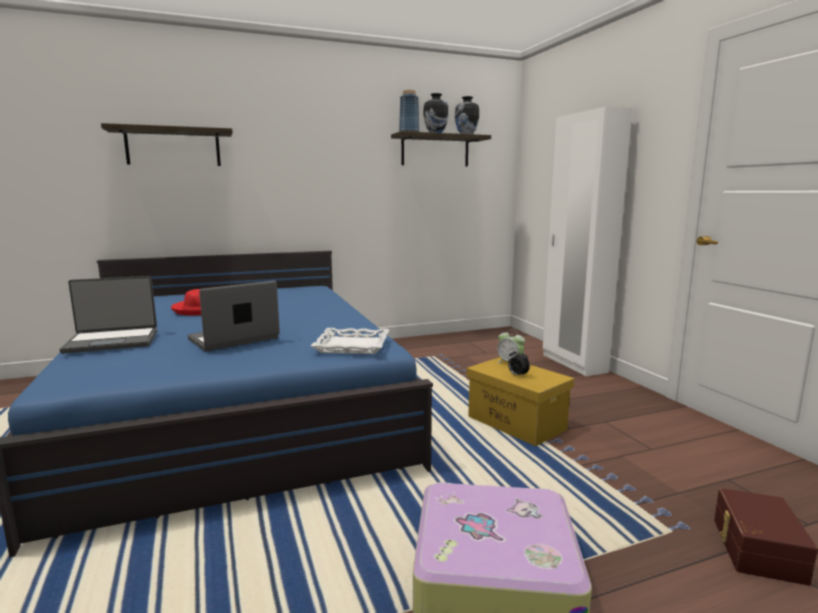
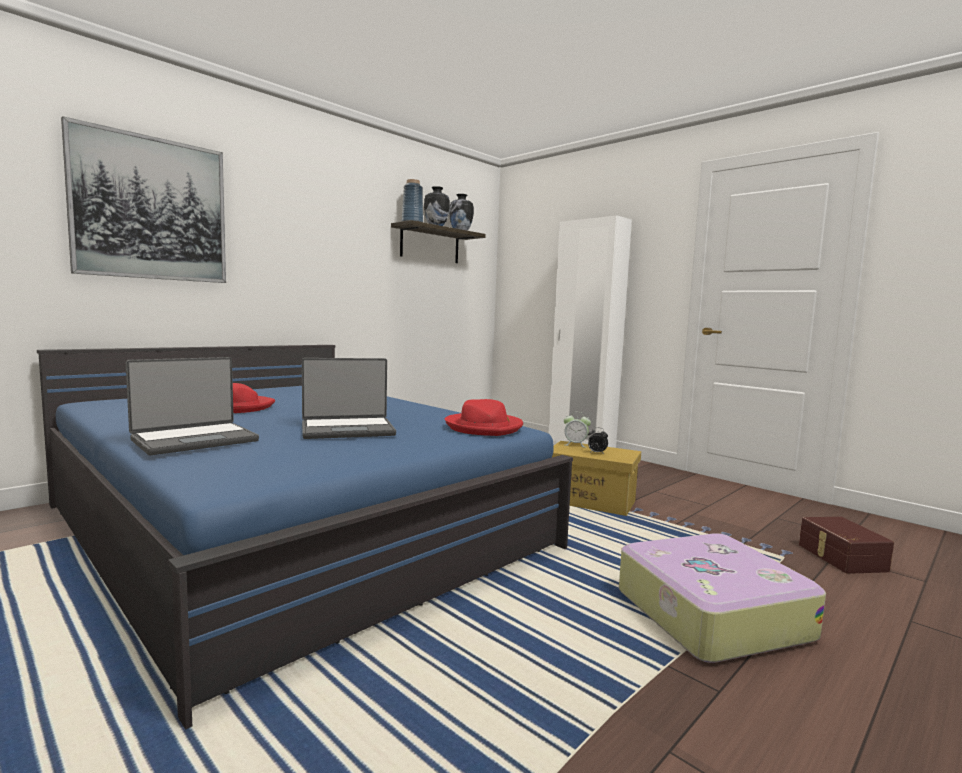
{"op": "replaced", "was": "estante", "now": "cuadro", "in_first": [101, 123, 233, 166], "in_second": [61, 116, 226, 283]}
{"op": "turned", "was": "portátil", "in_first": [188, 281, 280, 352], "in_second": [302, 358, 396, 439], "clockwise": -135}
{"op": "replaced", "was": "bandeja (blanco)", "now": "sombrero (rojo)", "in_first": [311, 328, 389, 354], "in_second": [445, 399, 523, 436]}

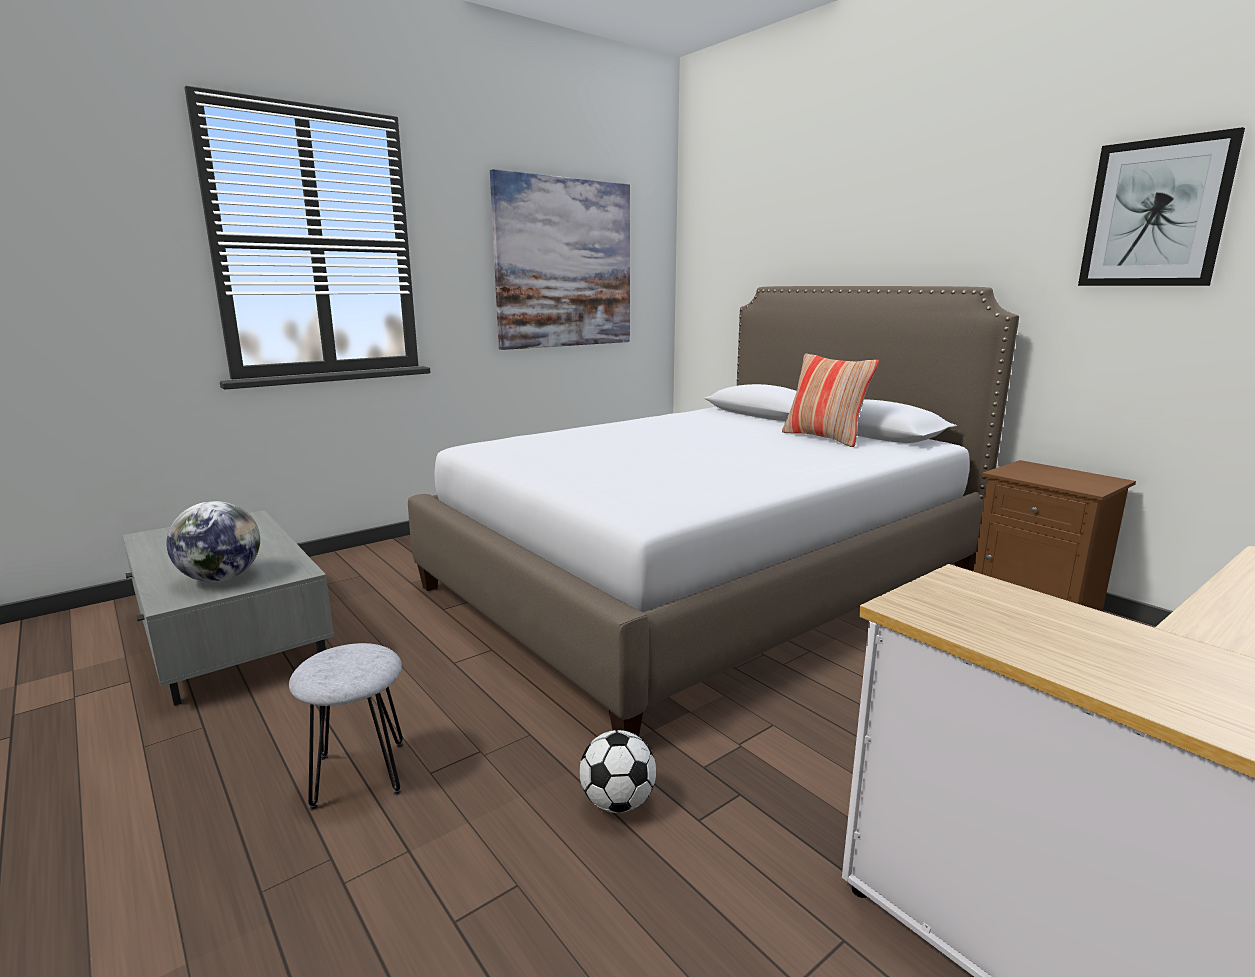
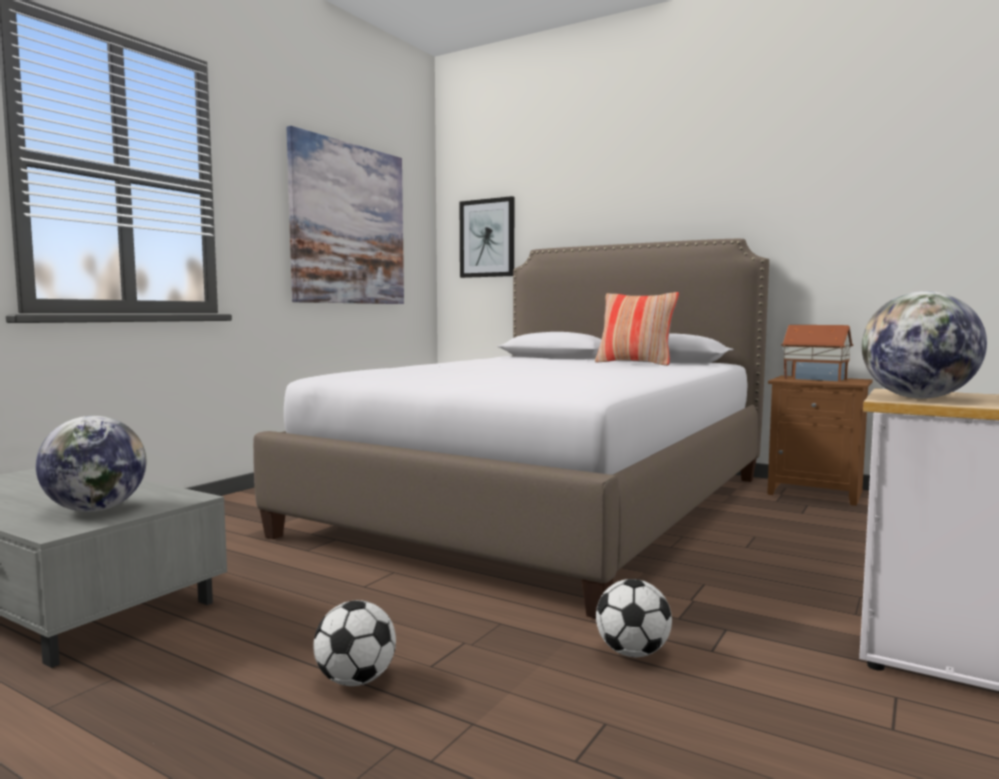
{"op": "replaced", "was": "taburete (gris)", "now": "balón de fútbol", "in_first": [289, 643, 403, 810], "in_second": [313, 600, 396, 686]}
{"op": "moved", "was": "cuadro", "in_first": [1078, 127, 1245, 286], "in_second": [460, 196, 514, 278]}
{"op": "added", "now": "casita", "in_second": [781, 325, 853, 382]}
{"op": "added", "now": "globo terráqueo", "in_second": [862, 291, 987, 399]}

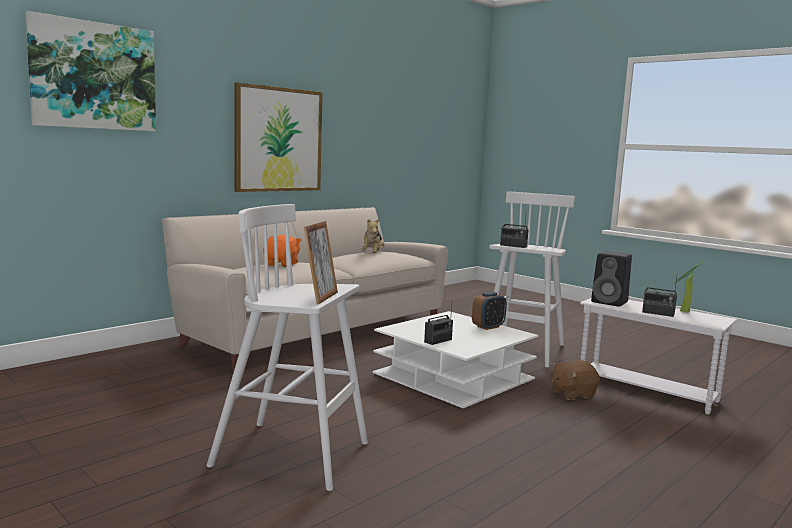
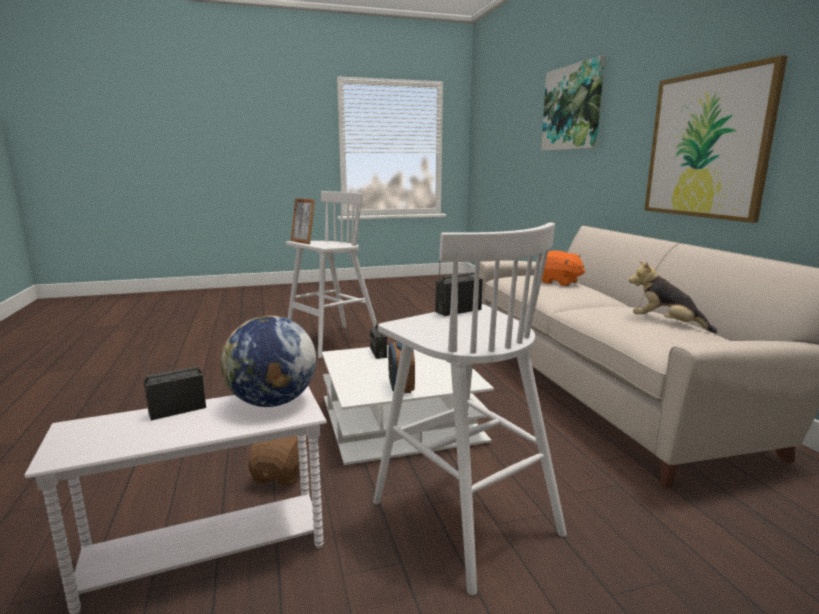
{"op": "replaced", "was": "altavoz (negro)", "now": "globo terráqueo", "in_first": [591, 251, 632, 307], "in_second": [221, 315, 316, 407]}
{"op": "removed", "was": "planta en maceta", "in_first": [674, 262, 703, 312]}

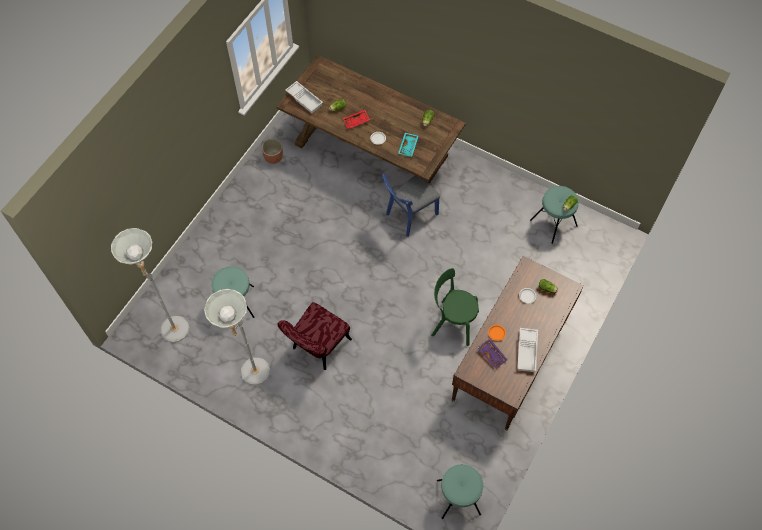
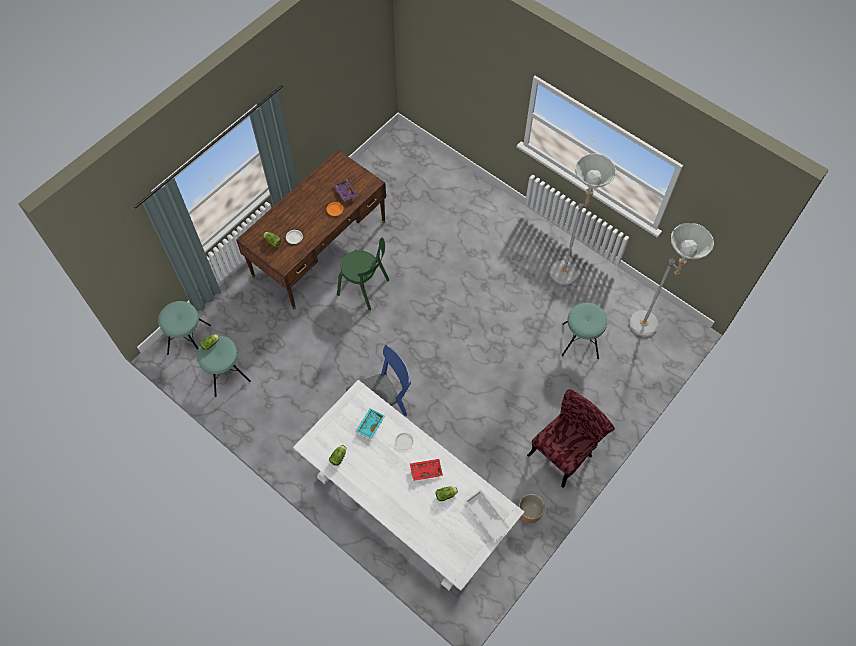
{"op": "moved", "was": "taburete (turquesa)", "in_first": [437, 464, 483, 519], "in_second": [158, 301, 211, 355]}
{"op": "recoloured", "was": "mesa de comedor (marrón)", "now": "mesa de comedor (blanco)", "in_first": [276, 55, 466, 184], "in_second": [293, 380, 524, 591]}
{"op": "moved", "was": "silla (rojo)", "in_first": [277, 302, 352, 370], "in_second": [527, 389, 615, 488]}
{"op": "removed", "was": "bandeja (blanco)", "in_first": [517, 328, 538, 372]}

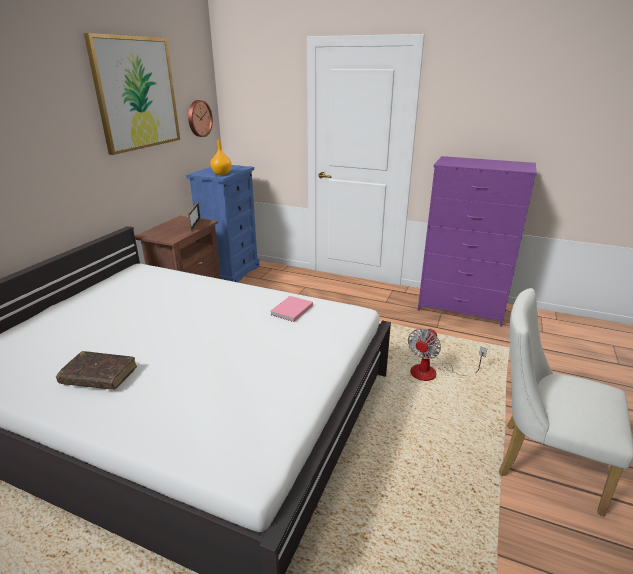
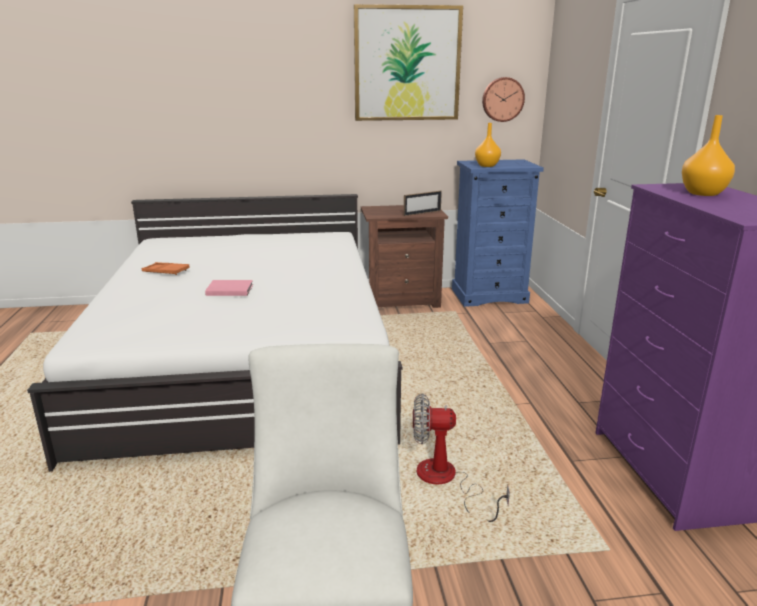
{"op": "replaced", "was": "libro (marrón)", "now": "bandeja (naranja)", "in_first": [56, 351, 137, 390], "in_second": [142, 262, 190, 275]}
{"op": "moved", "was": "libro (rosa)", "in_first": [270, 296, 313, 322], "in_second": [205, 280, 253, 296]}
{"op": "added", "now": "florero (naranja)", "in_second": [682, 115, 735, 196]}

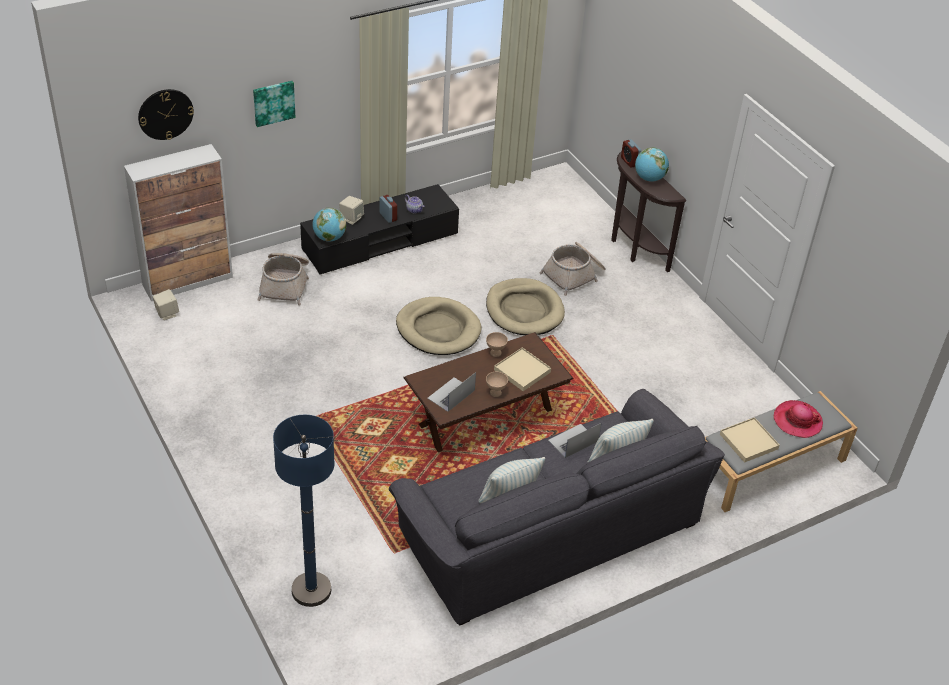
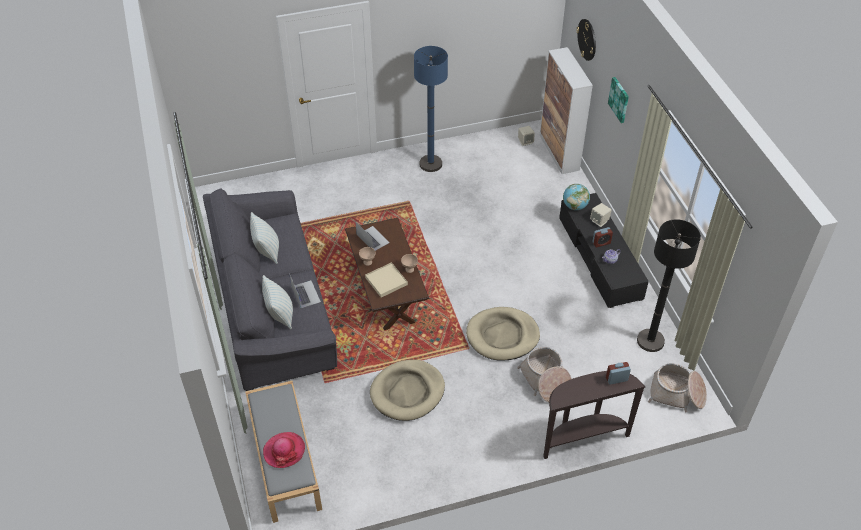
{"op": "moved", "was": "cama para perro (beis)", "in_first": [396, 297, 482, 355], "in_second": [370, 360, 445, 421]}
{"op": "moved", "was": "lámpara de pie (azul)", "in_first": [273, 415, 335, 607], "in_second": [414, 46, 448, 172]}
{"op": "added", "now": "lámpara de pie (negro)", "in_second": [637, 219, 701, 352]}
{"op": "moved", "was": "cesta", "in_first": [257, 253, 309, 305], "in_second": [648, 363, 707, 412]}
{"op": "removed", "was": "globo terráqueo", "in_first": [635, 148, 669, 182]}
{"op": "removed", "was": "bandeja (beis)", "in_first": [720, 417, 780, 463]}

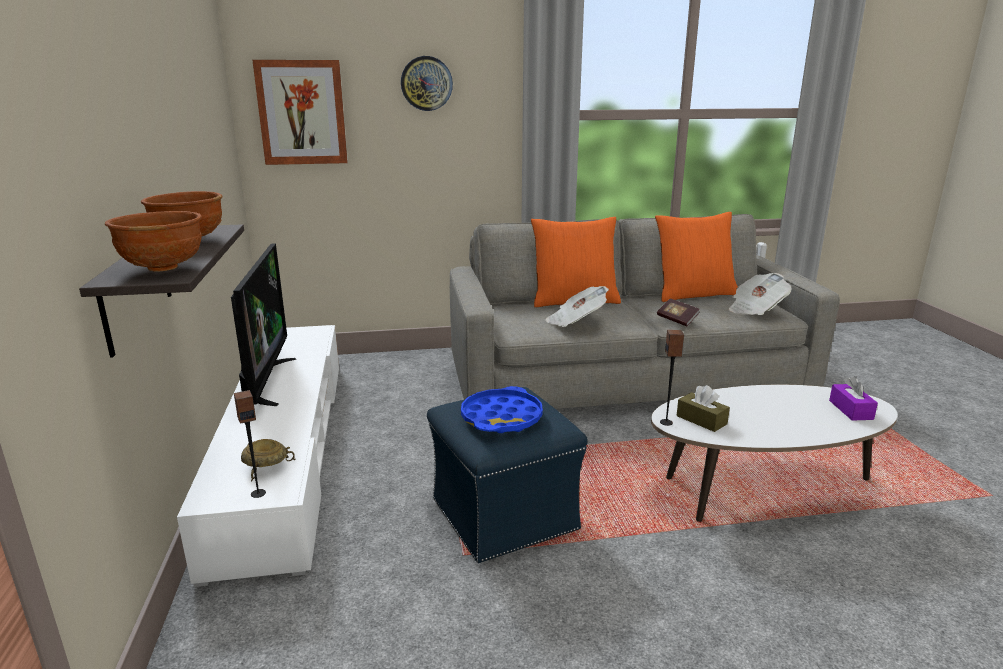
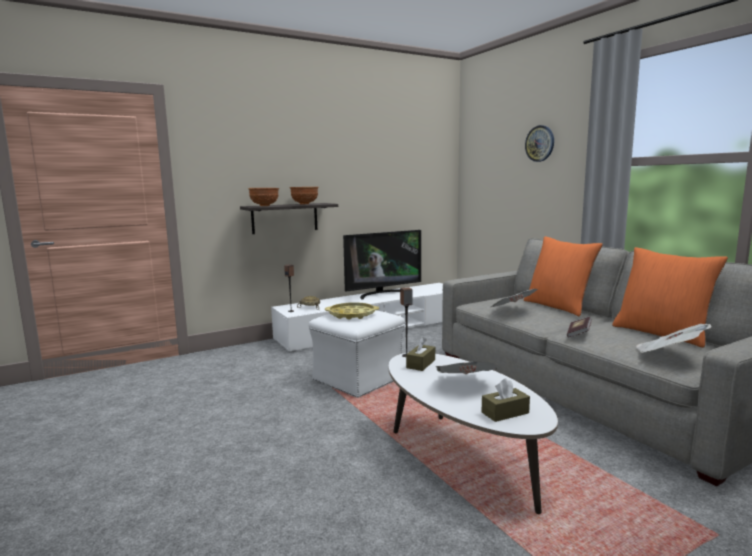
{"op": "recoloured", "was": "puf (azul)", "now": "puf (blanco)", "in_first": [427, 387, 588, 563], "in_second": [309, 310, 405, 398]}
{"op": "recoloured", "was": "bandeja (azul)", "now": "bandeja (amarillo)", "in_first": [461, 386, 543, 433], "in_second": [325, 302, 379, 320]}
{"op": "added", "now": "periódico", "in_second": [435, 362, 498, 374]}
{"op": "recoloured", "was": "caja de pañuelos (morado)", "now": "caja de pañuelos (marrón)", "in_first": [829, 376, 878, 421], "in_second": [482, 378, 530, 422]}
{"op": "removed", "was": "cuadro", "in_first": [252, 60, 348, 165]}

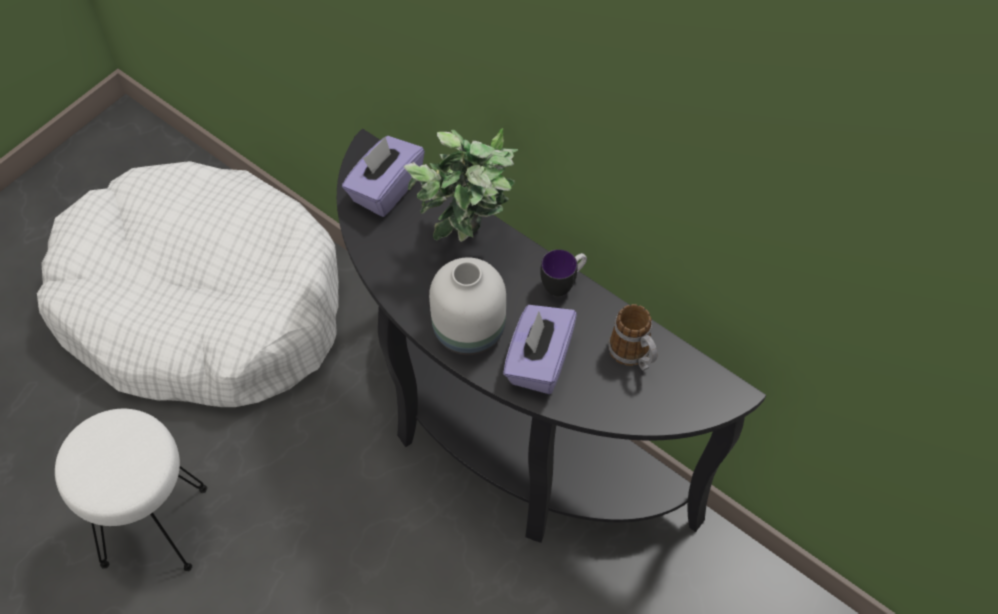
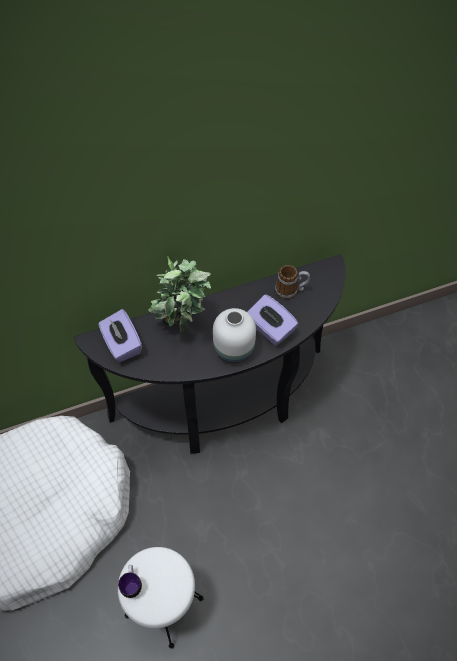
{"op": "moved", "was": "taza grande", "in_first": [540, 249, 587, 297], "in_second": [118, 565, 142, 598]}

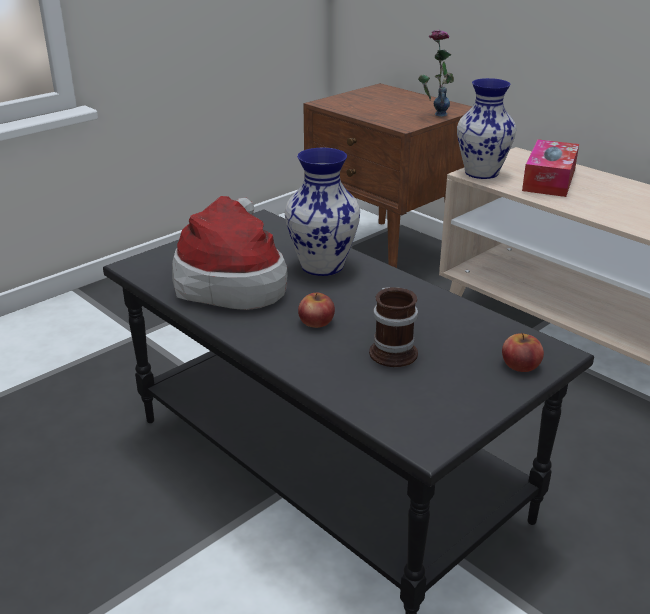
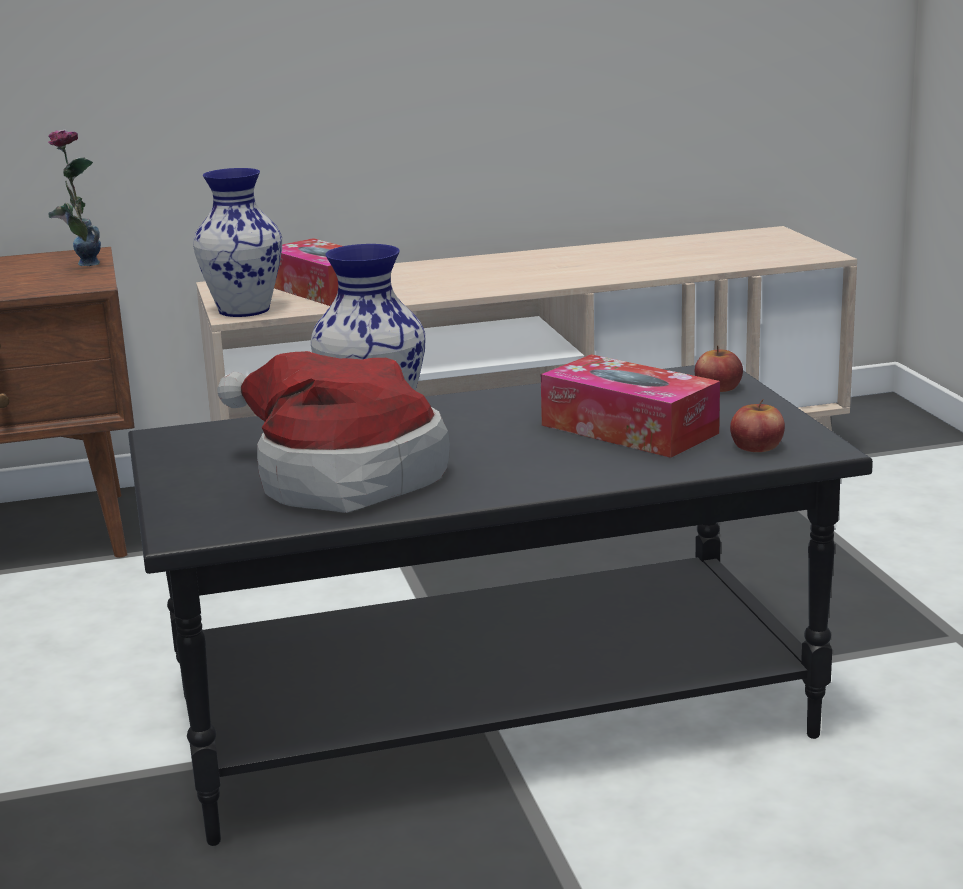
{"op": "replaced", "was": "taza grande", "now": "caja de pañuelos", "in_first": [369, 287, 418, 367], "in_second": [541, 354, 720, 458]}
{"op": "moved", "was": "manzana", "in_first": [298, 293, 335, 328], "in_second": [730, 399, 785, 452]}

